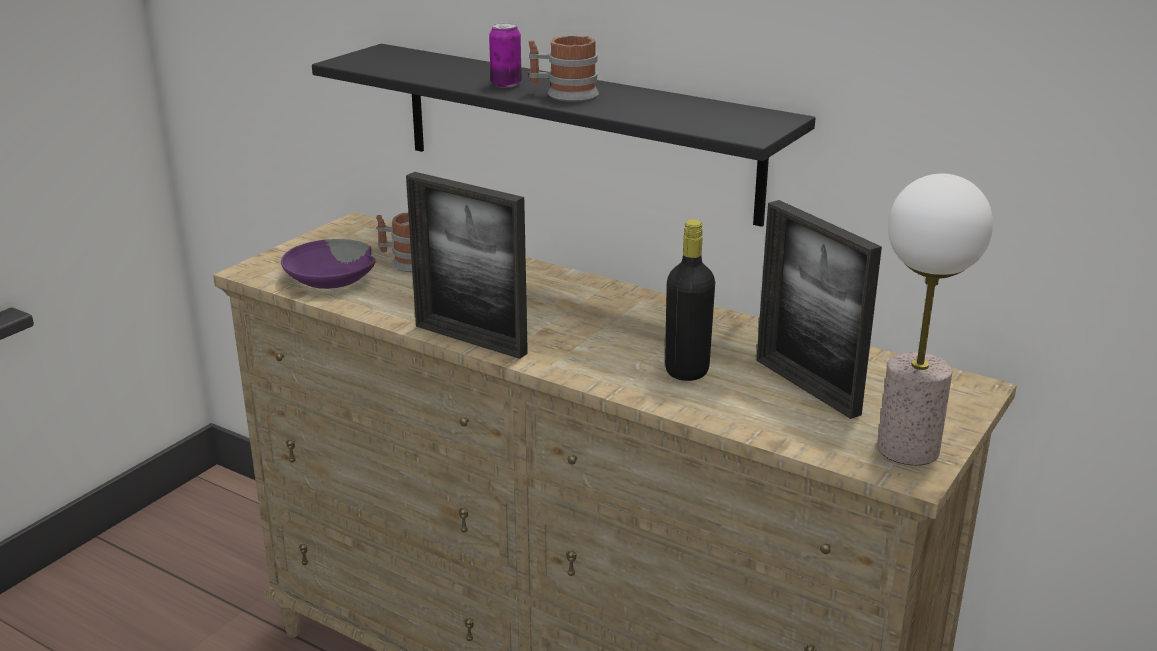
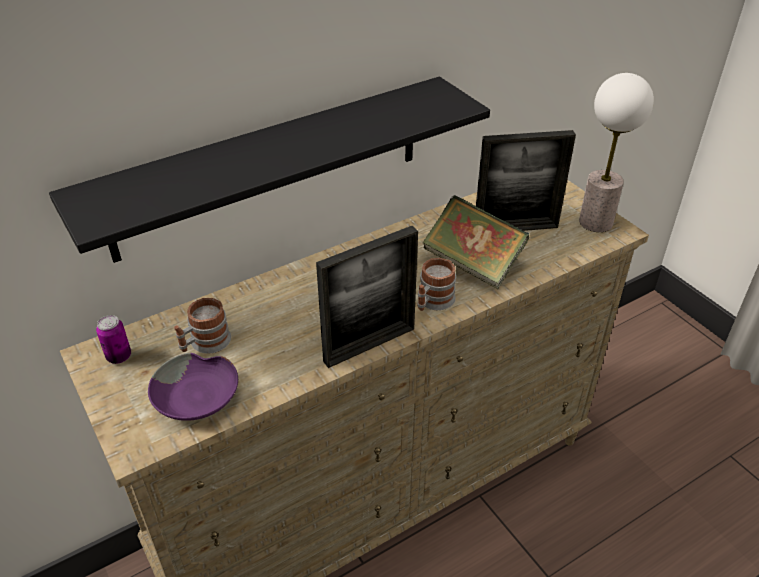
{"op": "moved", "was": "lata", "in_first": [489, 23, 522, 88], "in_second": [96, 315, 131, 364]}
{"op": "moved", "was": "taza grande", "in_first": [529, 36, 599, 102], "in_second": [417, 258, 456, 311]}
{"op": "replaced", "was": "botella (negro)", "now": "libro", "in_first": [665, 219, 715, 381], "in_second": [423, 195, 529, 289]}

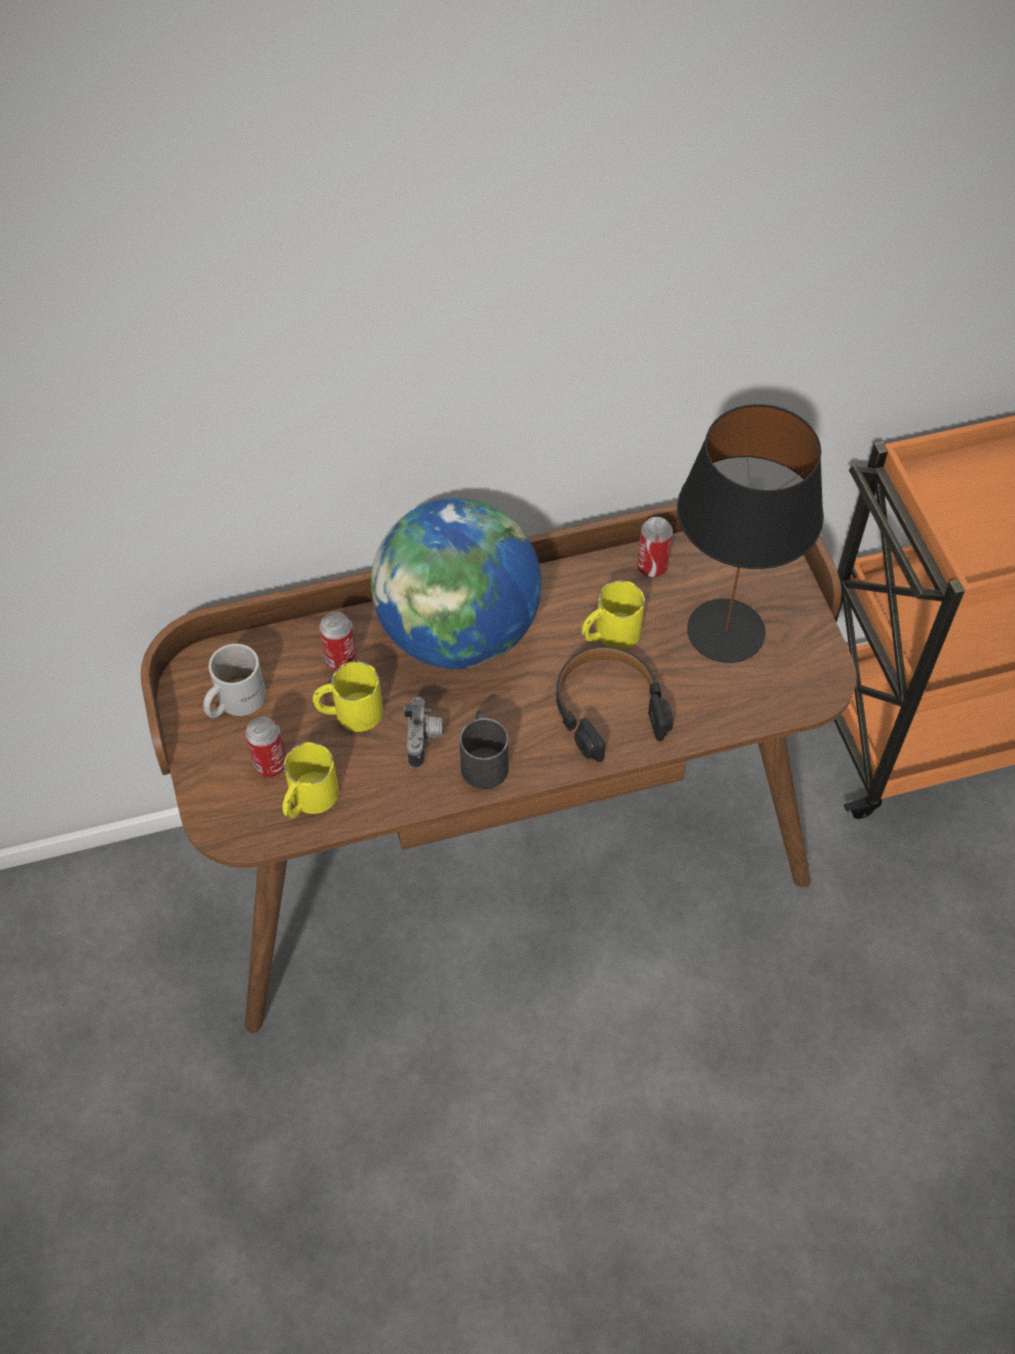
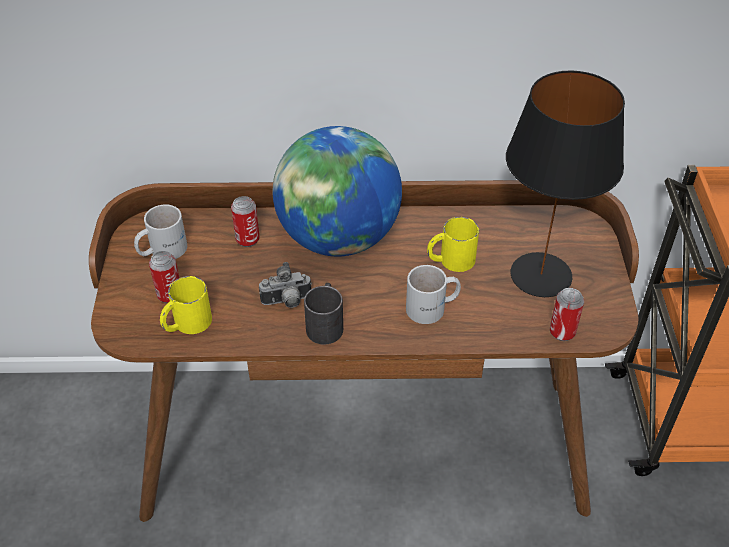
{"op": "turned", "was": "cámara", "in_first": [403, 697, 443, 768], "in_second": [259, 262, 312, 308], "clockwise": 60}
{"op": "replaced", "was": "auriculares (negro)", "now": "taza grande (blanco)", "in_first": [556, 646, 673, 762], "in_second": [406, 265, 461, 324]}
{"op": "moved", "was": "lata", "in_first": [637, 517, 673, 578], "in_second": [550, 288, 584, 341]}
{"op": "removed", "was": "taza grande (amarillo)", "in_first": [313, 661, 383, 732]}

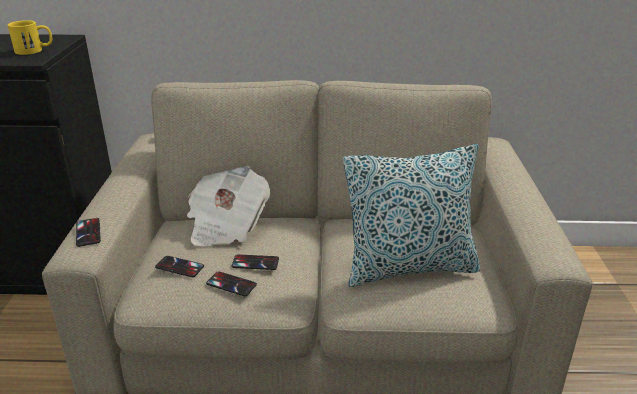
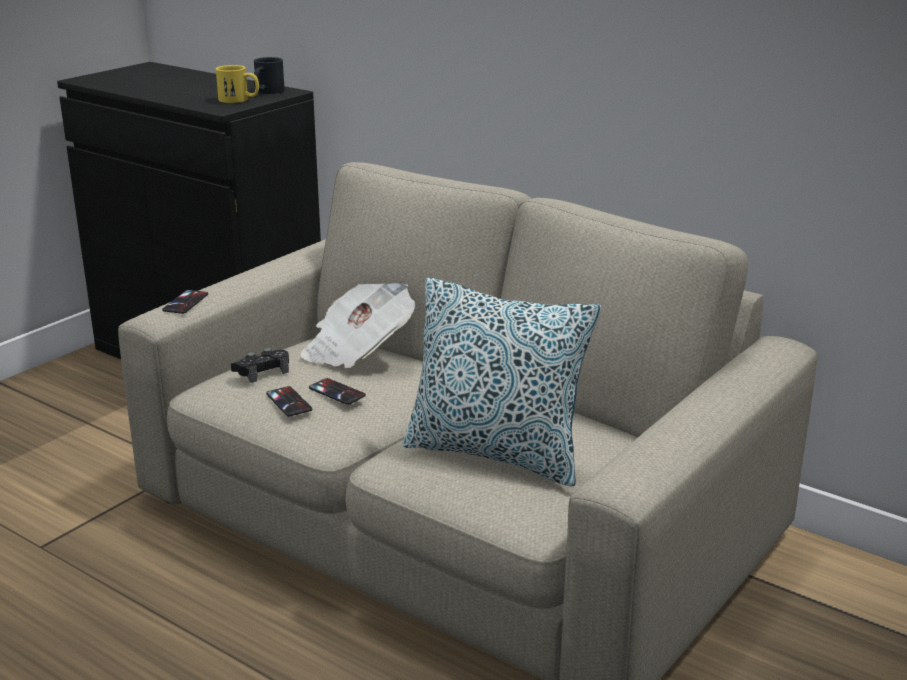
{"op": "replaced", "was": "móvil", "now": "mando de consola (negro)", "in_first": [155, 256, 204, 277], "in_second": [231, 348, 289, 383]}
{"op": "added", "now": "taza grande (negro)", "in_second": [254, 57, 285, 94]}

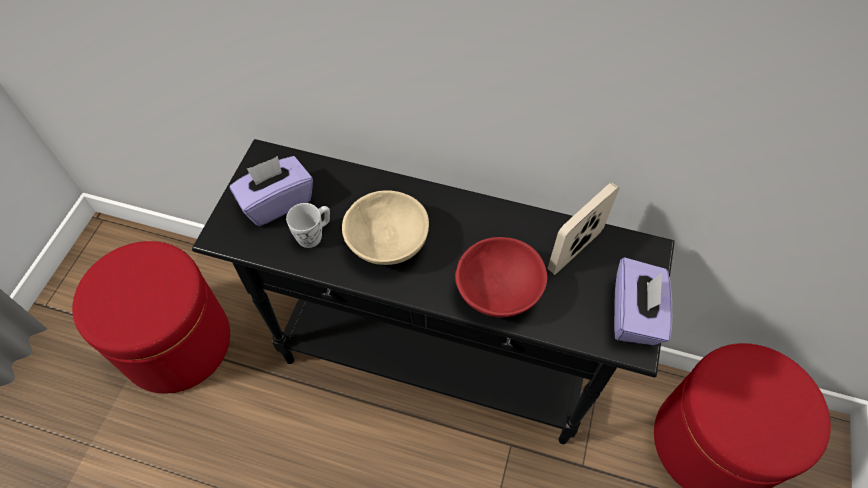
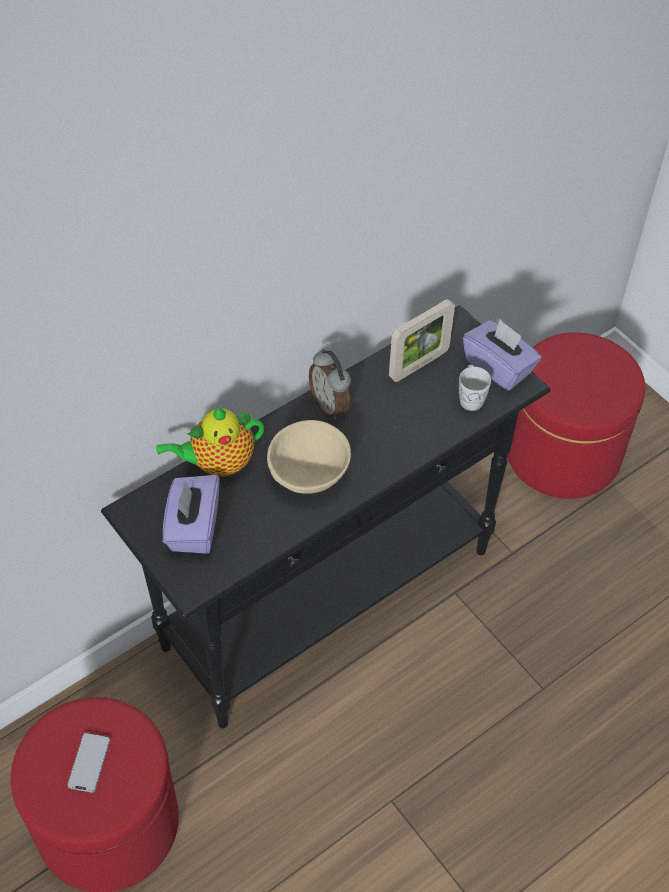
{"op": "added", "now": "móvil", "in_second": [67, 732, 110, 793]}
{"op": "added", "now": "tetera", "in_second": [156, 408, 264, 477]}
{"op": "added", "now": "despertador", "in_second": [309, 349, 351, 420]}
{"op": "turned", "was": "portarretratos", "in_first": [547, 182, 619, 275], "in_second": [389, 299, 455, 382], "clockwise": -120}
{"op": "moved", "was": "taza grande (blanco)", "in_first": [286, 203, 330, 248], "in_second": [459, 365, 491, 411]}
{"op": "removed", "was": "cuenco (rojo)", "in_first": [455, 237, 547, 317]}

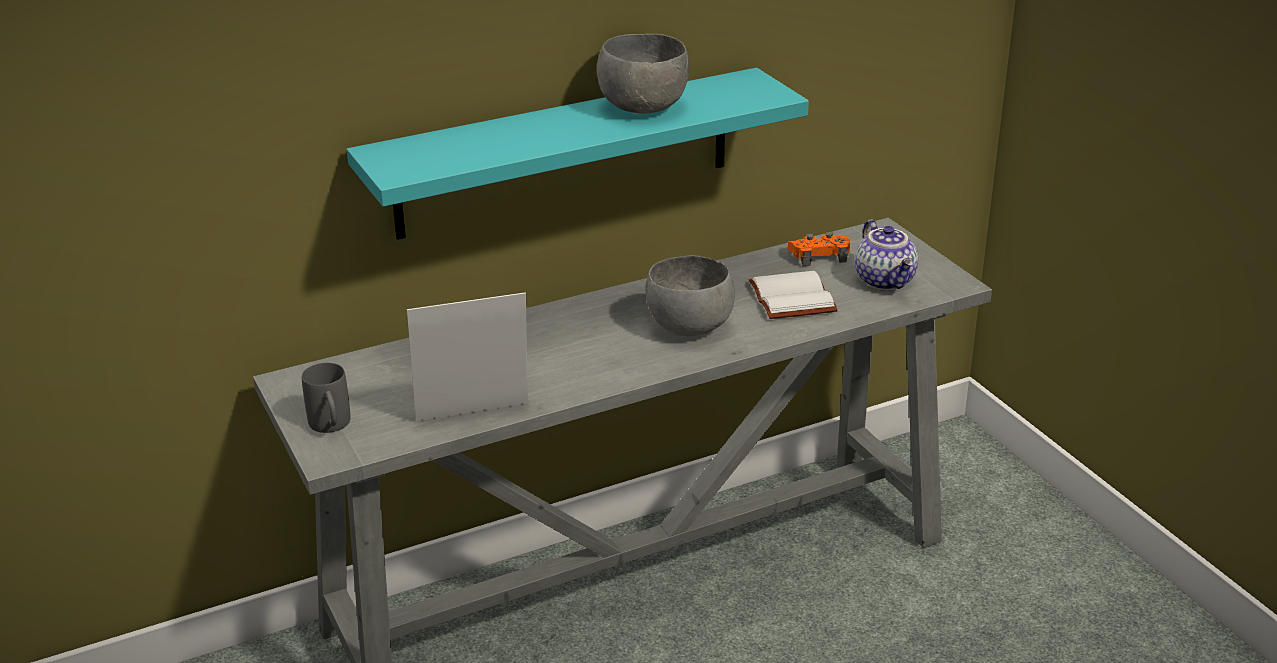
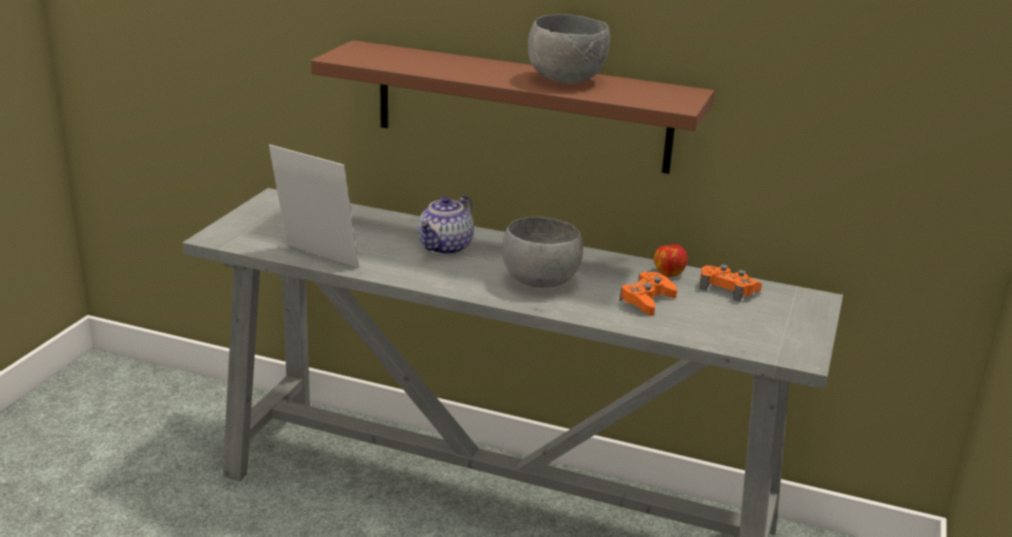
{"op": "recoloured", "was": "estante (turquesa)", "now": "estante (marrón)", "in_first": [347, 68, 809, 240], "in_second": [311, 40, 714, 174]}
{"op": "moved", "was": "tetera", "in_first": [855, 220, 918, 291], "in_second": [418, 195, 474, 255]}
{"op": "replaced", "was": "libro (blanco)", "now": "mando de consola (naranja)", "in_first": [748, 271, 838, 319], "in_second": [619, 271, 677, 316]}
{"op": "added", "now": "manzana", "in_second": [654, 244, 688, 277]}
{"op": "removed", "was": "taza grande (gris)", "in_first": [302, 363, 351, 433]}

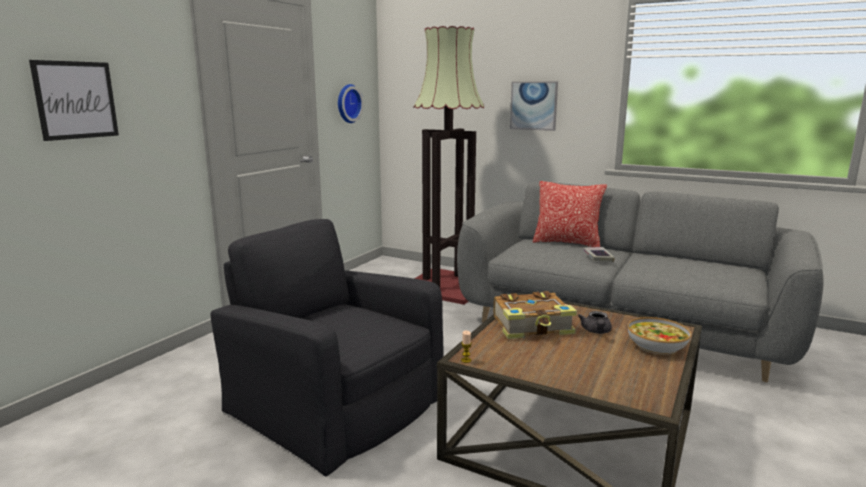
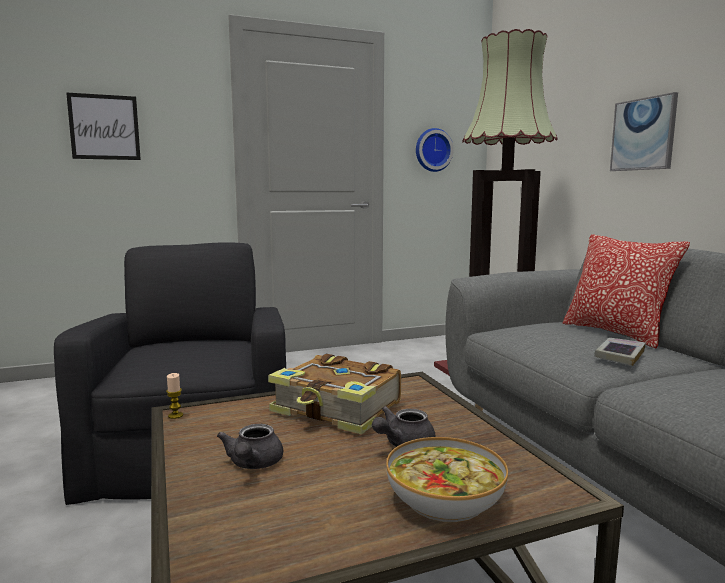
{"op": "added", "now": "tetera (gris)", "in_second": [217, 424, 283, 469]}

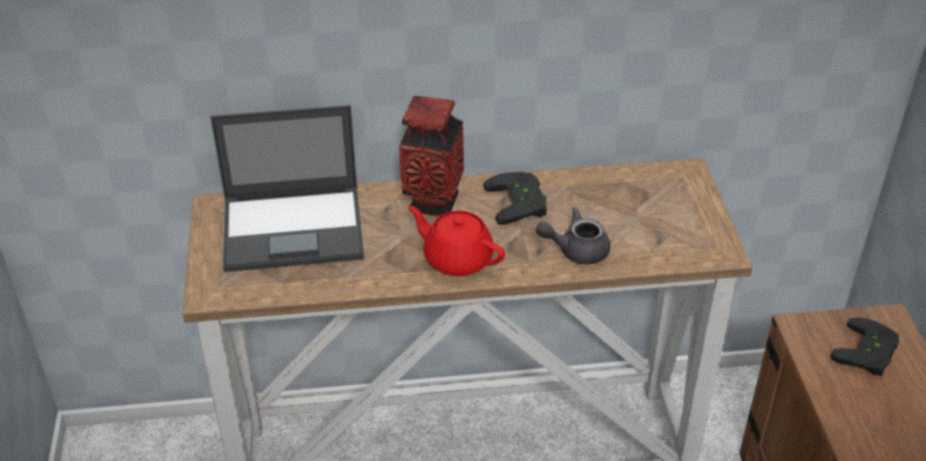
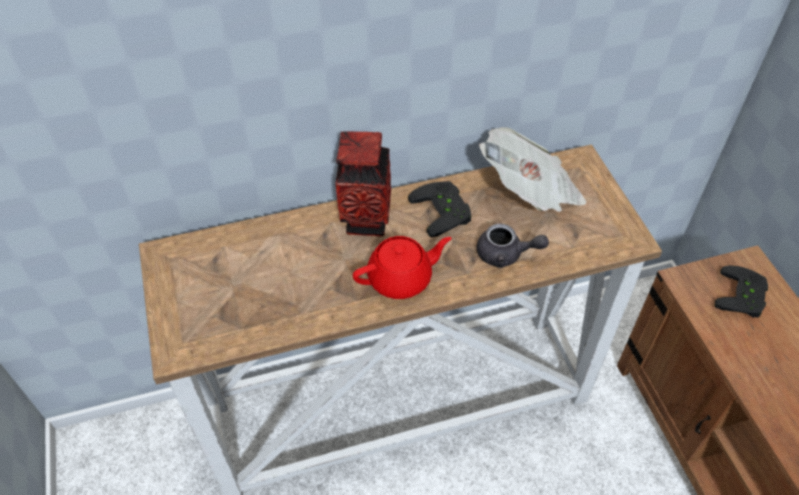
{"op": "turned", "was": "tetera (rojo)", "in_first": [408, 206, 505, 276], "in_second": [353, 236, 452, 299], "clockwise": 135}
{"op": "turned", "was": "tetera (gris)", "in_first": [536, 207, 610, 264], "in_second": [477, 224, 549, 268], "clockwise": -150}
{"op": "added", "now": "periódico", "in_second": [479, 127, 586, 212]}
{"op": "removed", "was": "portátil", "in_first": [210, 105, 364, 272]}

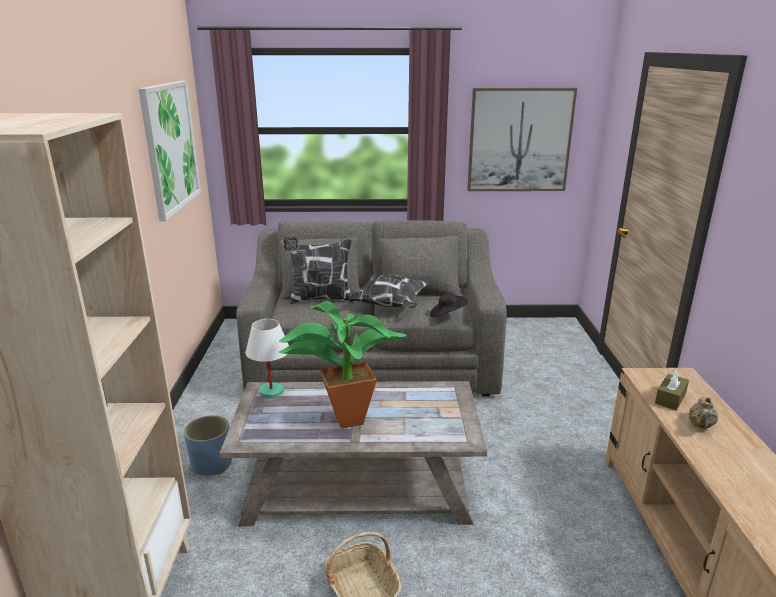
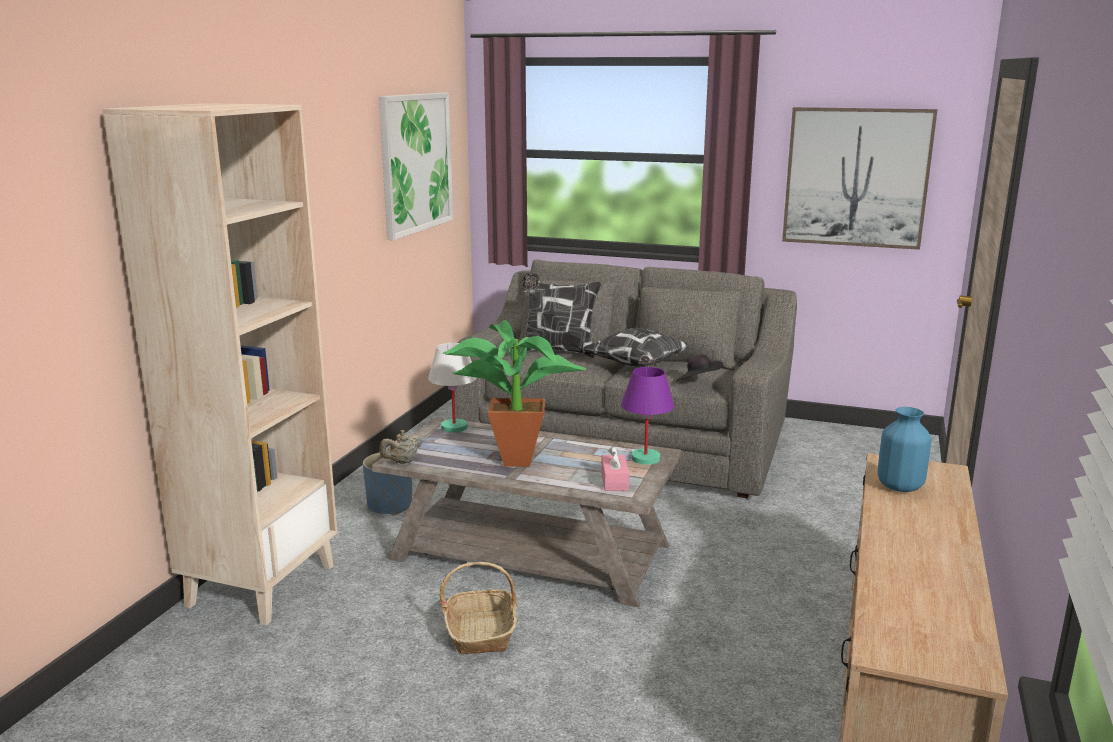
{"op": "moved", "was": "tetera (beis)", "in_first": [689, 397, 718, 429], "in_second": [379, 430, 423, 464]}
{"op": "added", "now": "caja de pañuelos (rosa)", "in_second": [601, 446, 629, 491]}
{"op": "added", "now": "lámpara de mesa (morado)", "in_second": [621, 367, 674, 465]}
{"op": "replaced", "was": "caja de pañuelos (marrón)", "now": "florero (azul)", "in_first": [655, 369, 689, 410], "in_second": [878, 407, 931, 492]}

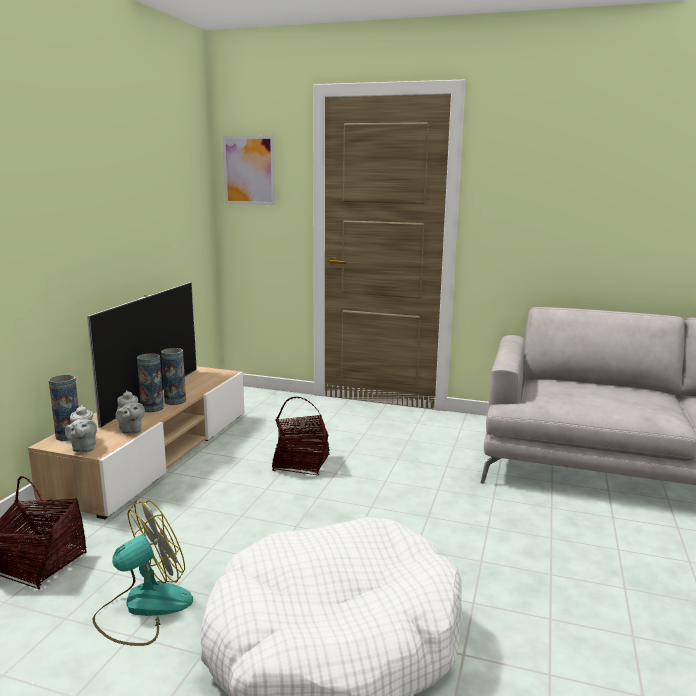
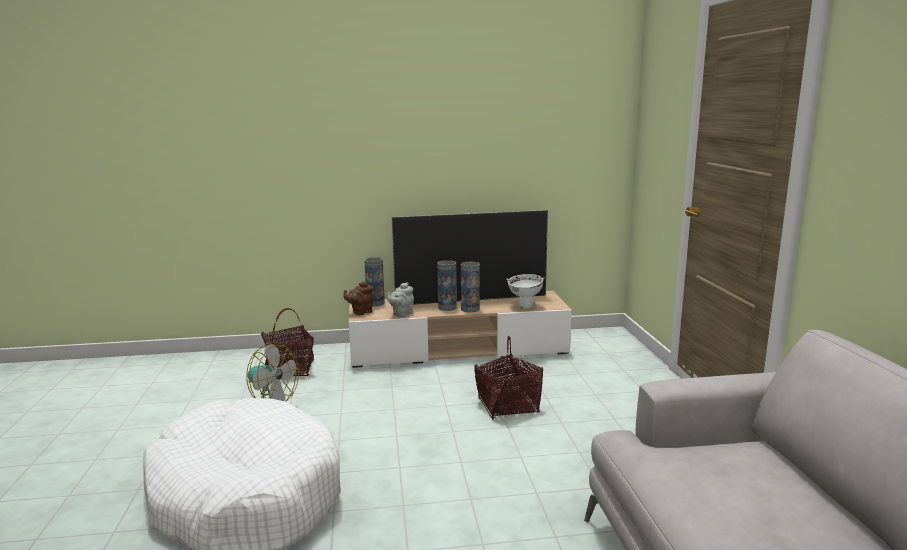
{"op": "recoloured", "was": "tetera (gris)", "now": "tetera (marrón)", "in_first": [65, 405, 97, 452], "in_second": [343, 281, 374, 315]}
{"op": "added", "now": "cuenco (blanco)", "in_second": [507, 274, 544, 309]}
{"op": "removed", "was": "cuadro", "in_first": [222, 136, 275, 205]}

